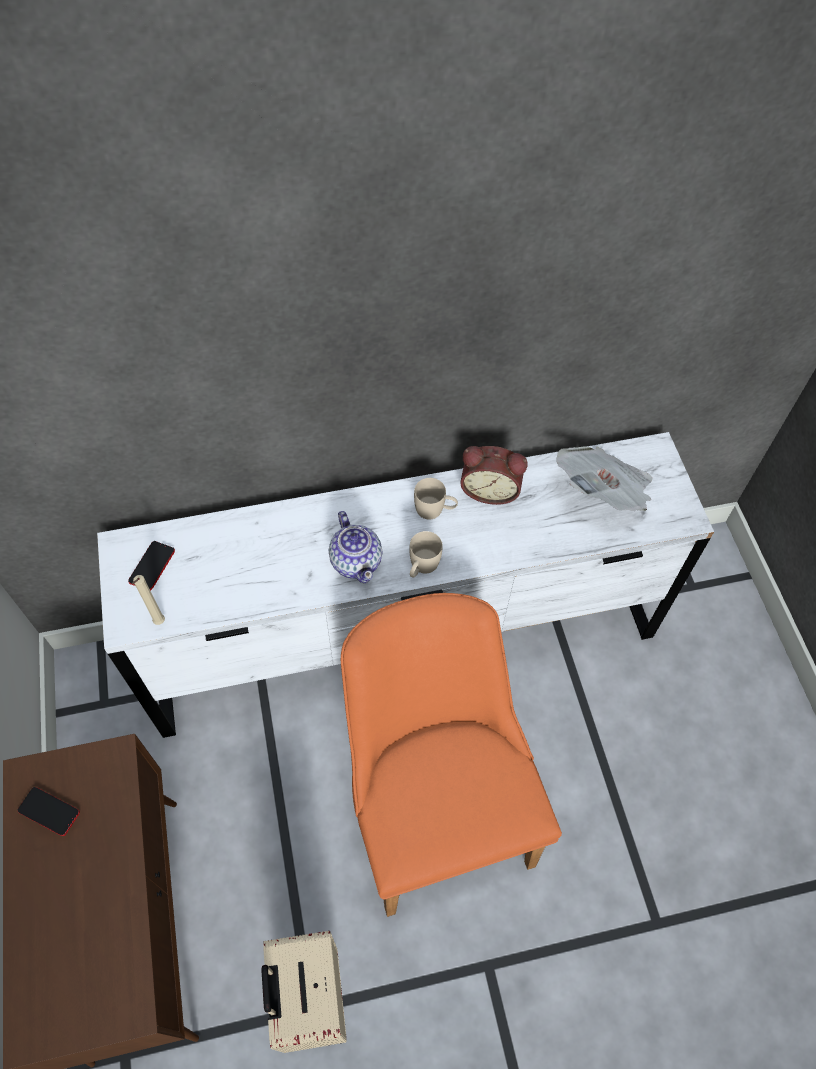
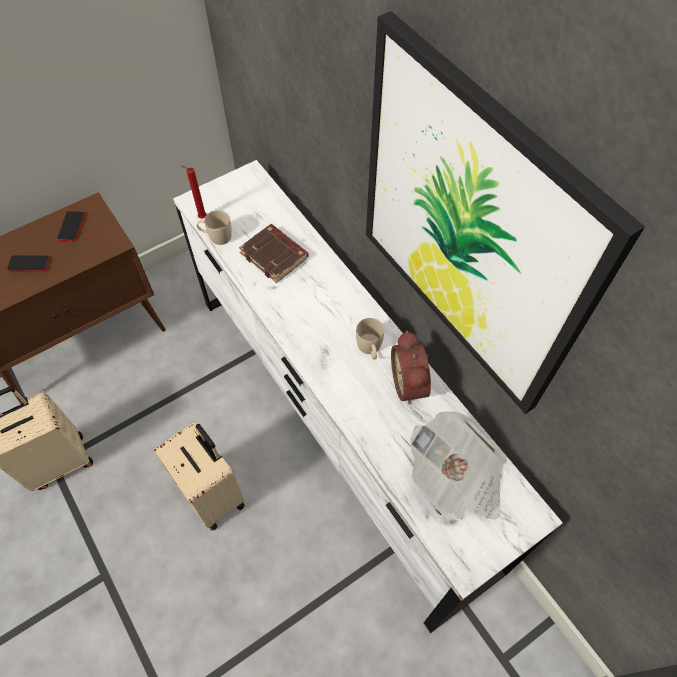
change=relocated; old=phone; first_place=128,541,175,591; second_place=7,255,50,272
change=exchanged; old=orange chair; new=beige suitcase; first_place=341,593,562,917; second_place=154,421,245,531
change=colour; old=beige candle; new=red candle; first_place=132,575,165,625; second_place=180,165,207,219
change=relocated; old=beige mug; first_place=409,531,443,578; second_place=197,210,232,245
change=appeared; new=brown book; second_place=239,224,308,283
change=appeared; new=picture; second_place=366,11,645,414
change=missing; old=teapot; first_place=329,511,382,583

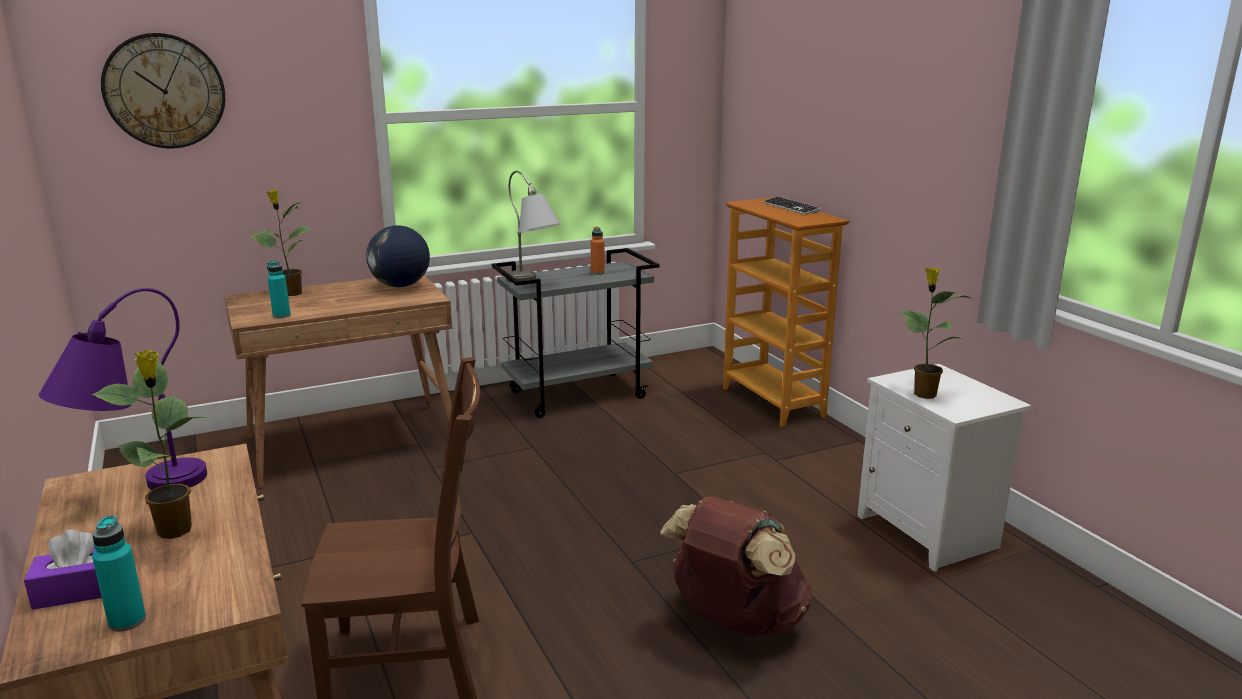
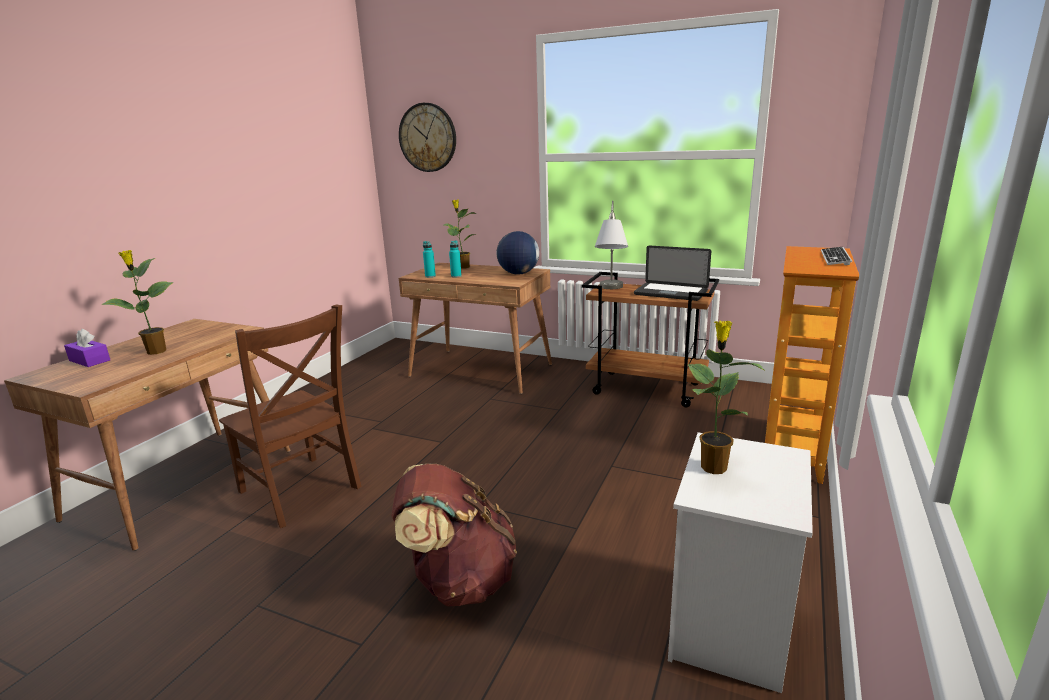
change=relocated; old=turquoise bottle; first_place=92,516,146,632; second_place=449,240,462,278
change=colour; old=grey cart; new=brown cart; first_place=492,248,660,418; second_place=582,272,719,408
change=exchanged; old=orange bottle; new=laptop; first_place=591,227,605,275; second_place=634,246,711,301
change=missing; old=purple table lamp; first_place=39,288,207,490

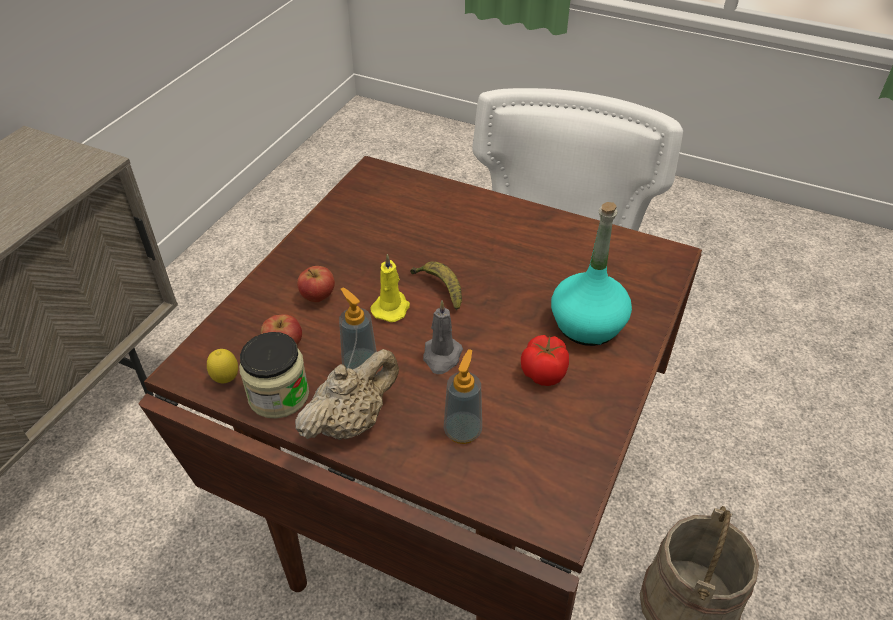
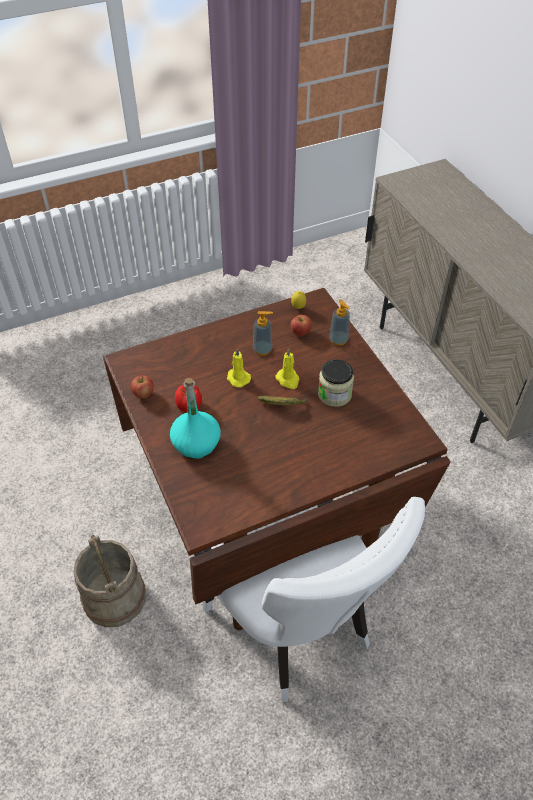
change=relocated; old=apple; first_place=297,266,335,303; second_place=131,375,154,399
change=colour; old=grey candle; new=yellow candle; first_place=423,300,463,374; second_place=227,348,251,387
change=relocated; old=jar; first_place=239,332,309,419; second_place=318,359,354,407
change=relocated; old=soap dispenser; first_place=444,349,482,444; second_place=329,300,350,346
change=missing; old=beige teapot; first_place=295,349,399,440

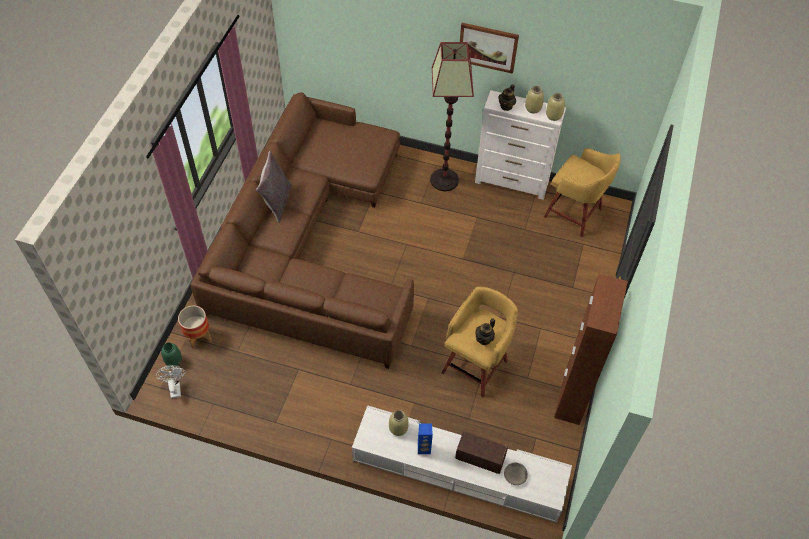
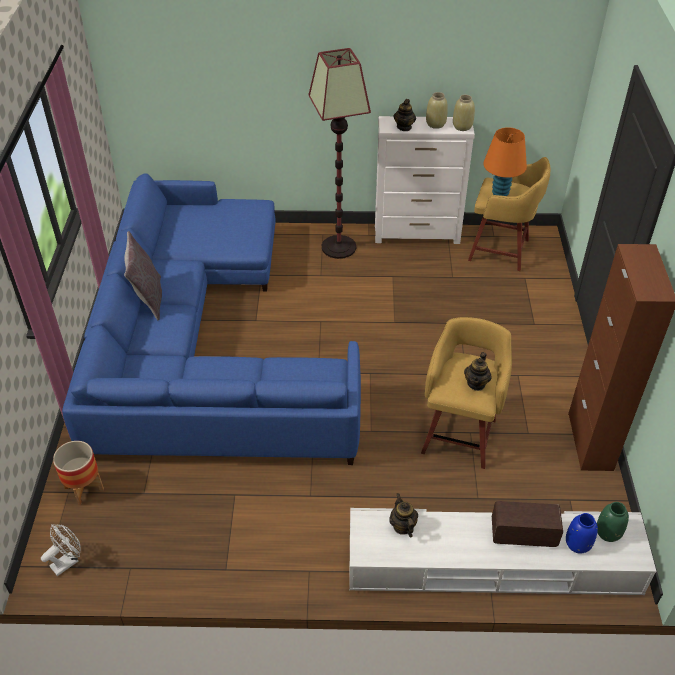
change=spun; old=white fan; first_place=155,365,186,399; second_place=41,524,81,576; degrees=75
change=colour; old=brown sofa; new=blue sofa; first_place=191,93,414,369; second_place=62,173,361,465
change=exchanged; old=beige vase; new=teapot; first_place=389,410,409,436; second_place=389,493,418,537
change=appeared; new=orange table lamp; second_place=483,127,527,196
change=exchanged; old=grey bowl; new=blue vase; first_place=504,462,528,485; second_place=566,513,598,554
change=relocated; old=green vase; first_place=161,343,182,367; second_place=597,502,629,542
change=missing; old=blue speaker; first_place=418,423,433,454
change=missing; old=picture; first_place=460,23,519,74

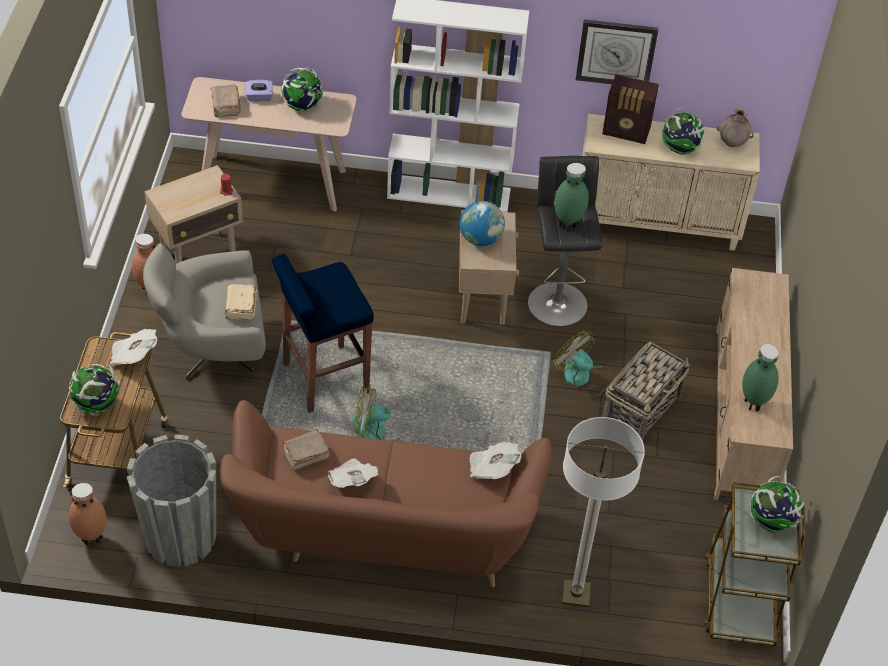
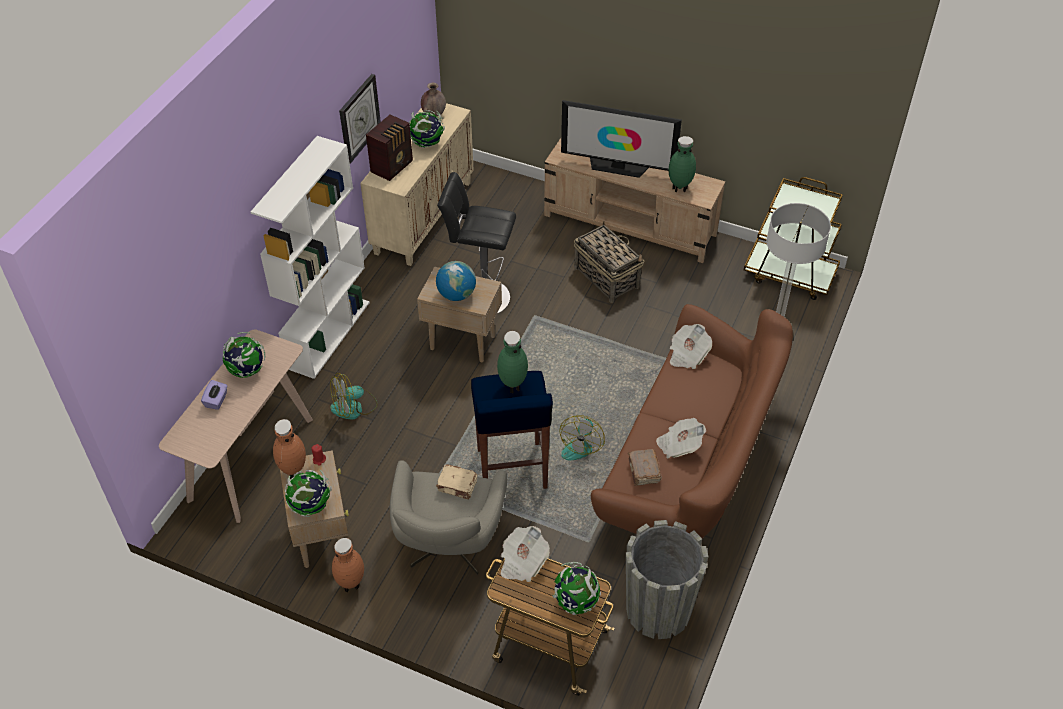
change=relocated; old=brown vase; first_place=69,483,107,545; second_place=273,419,306,479
change=relocated; old=globe; first_place=750,476,804,532; second_place=285,470,332,517
change=relocated; old=fan; first_place=553,331,611,397; second_place=330,373,378,420
change=relocated; old=green vase; first_place=554,163,589,230; second_place=497,331,528,393
change=appeared; new=television; second_place=561,100,682,178
change=missing; old=brown book; first_place=210,85,241,117

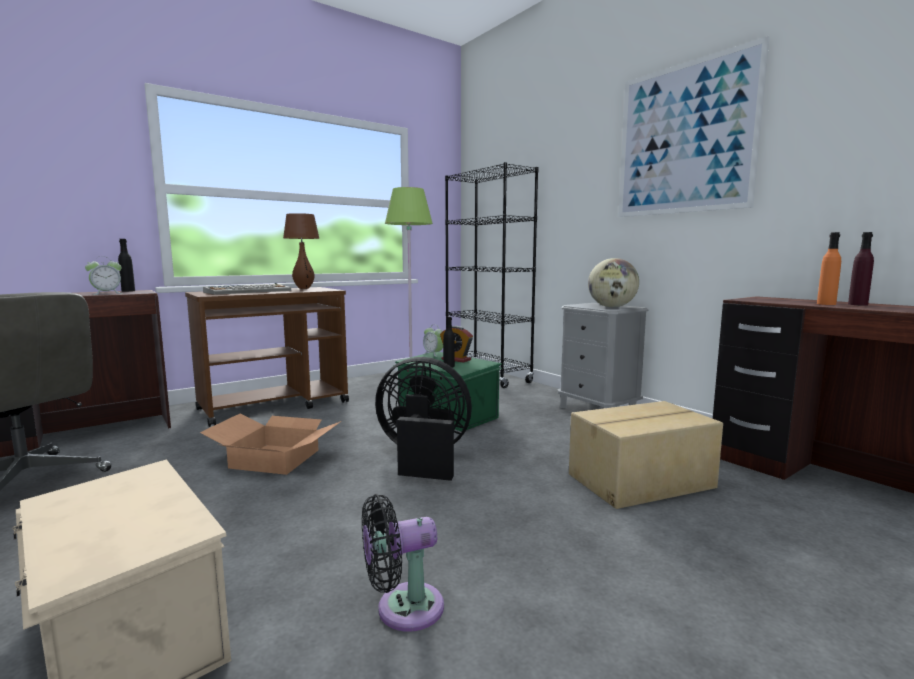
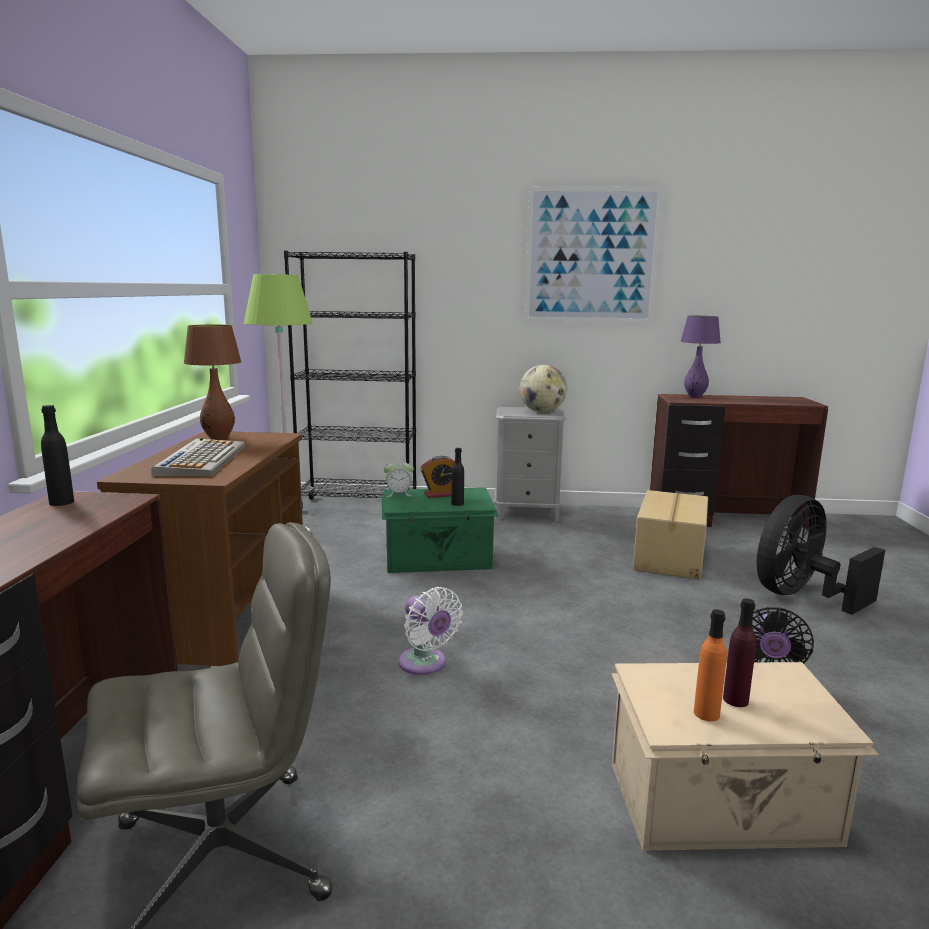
change=exchanged; old=cardboard box; new=white fan; first_place=200,413,341,475; second_place=399,587,463,675
change=appeared; new=purple table lamp; second_place=680,316,721,397
change=relocated; old=orange bottle; first_place=817,232,841,305; second_place=694,609,727,722
change=relocated; old=purple bottle; first_place=848,232,874,306; second_place=723,598,756,707
change=relocated; old=black fan; first_place=375,357,472,481; second_place=757,495,885,615
change=missing; old=alarm clock; first_place=85,257,123,295

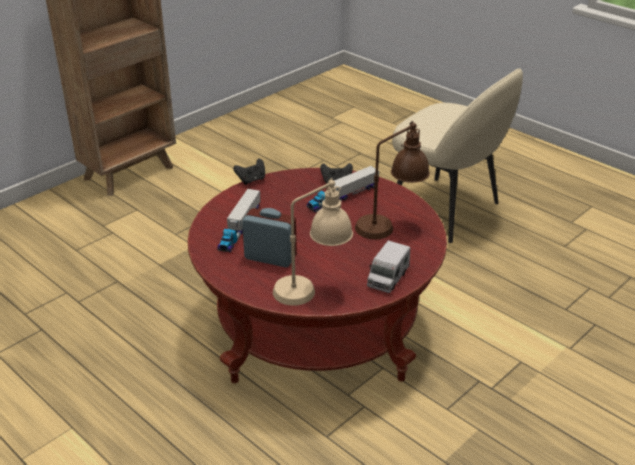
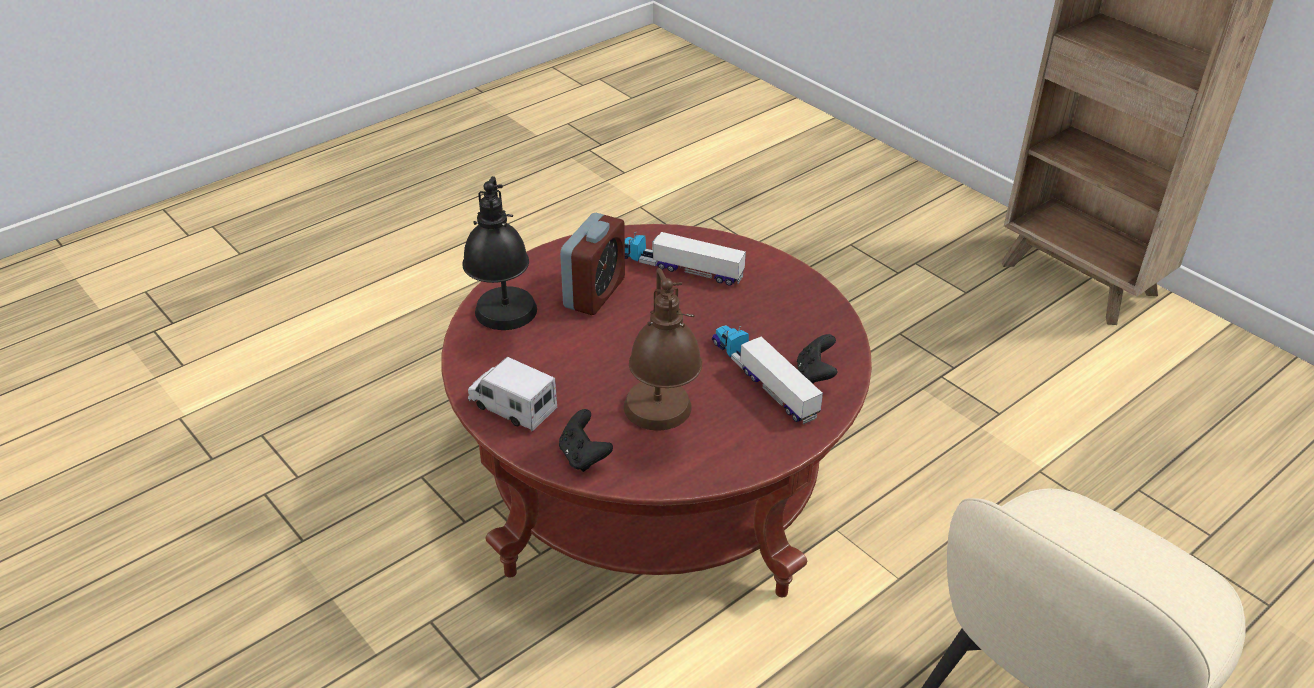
change=colour; old=beige table lamp; new=black table lamp; first_place=273,178,353,306; second_place=462,176,537,330
change=relocated; old=black game controller; first_place=233,159,265,185; second_place=559,409,613,472

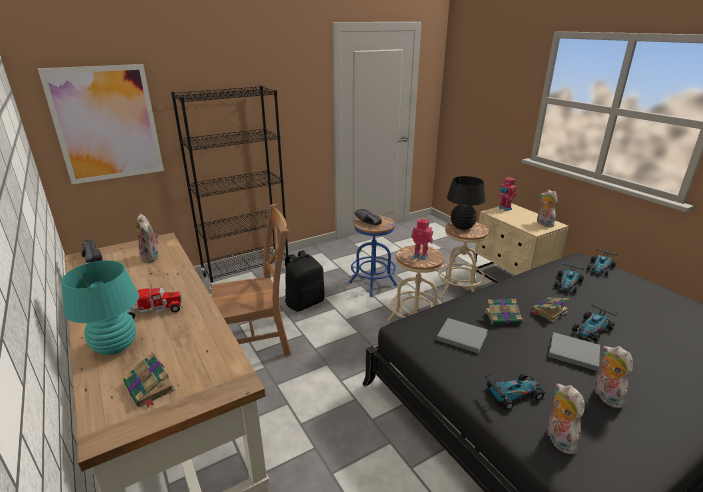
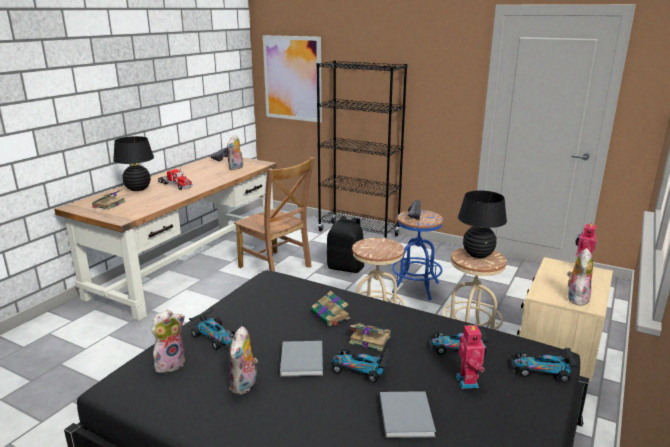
change=colour; old=turquoise table lamp; new=black table lamp; first_place=61,260,139,355; second_place=113,136,154,191
change=spun; old=plush toy; first_place=595,346,633,408; second_place=229,326,258,395; degrees=150
change=relocated; old=grey book; first_place=437,318,488,353; second_place=380,391,436,438
change=relocated; old=toy robot; first_place=411,218,433,260; second_place=456,323,487,389

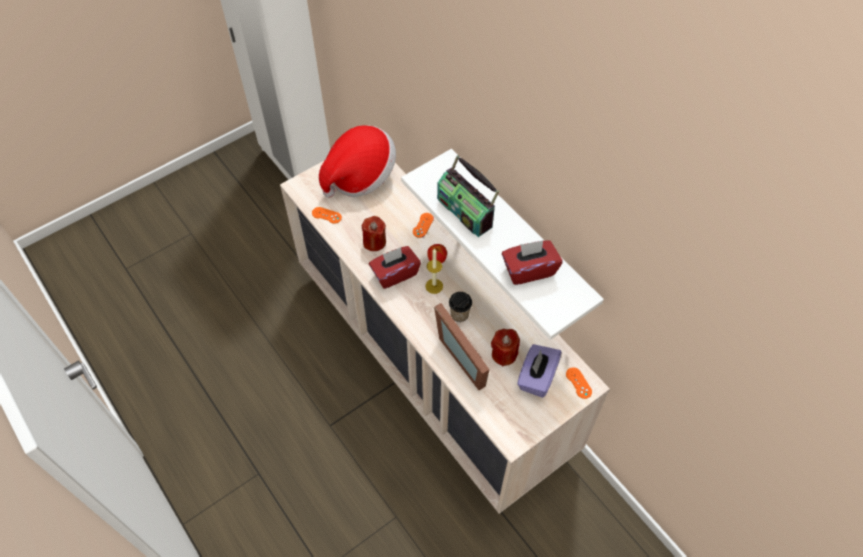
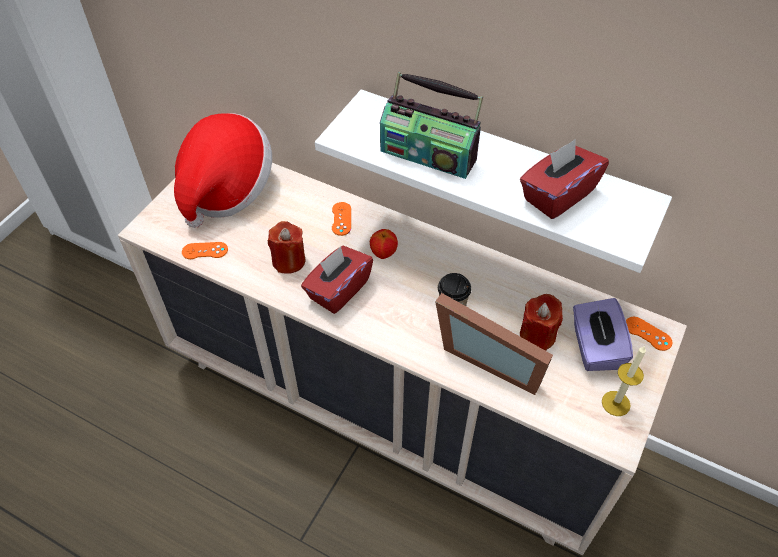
change=relocated; old=candle; first_place=426,248,443,294; second_place=602,346,646,416

